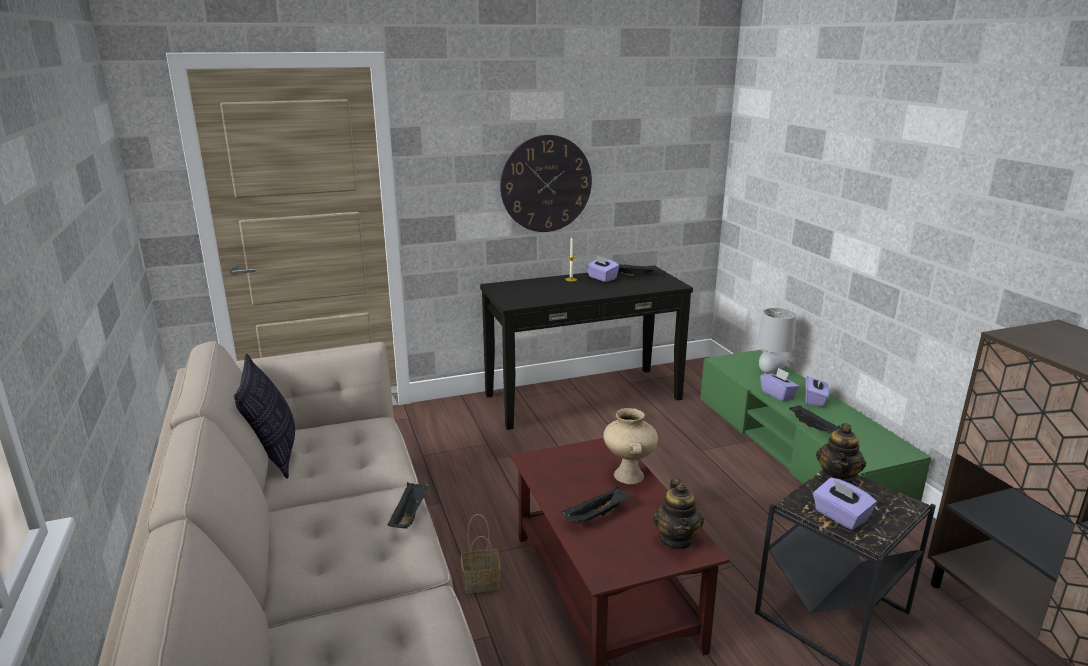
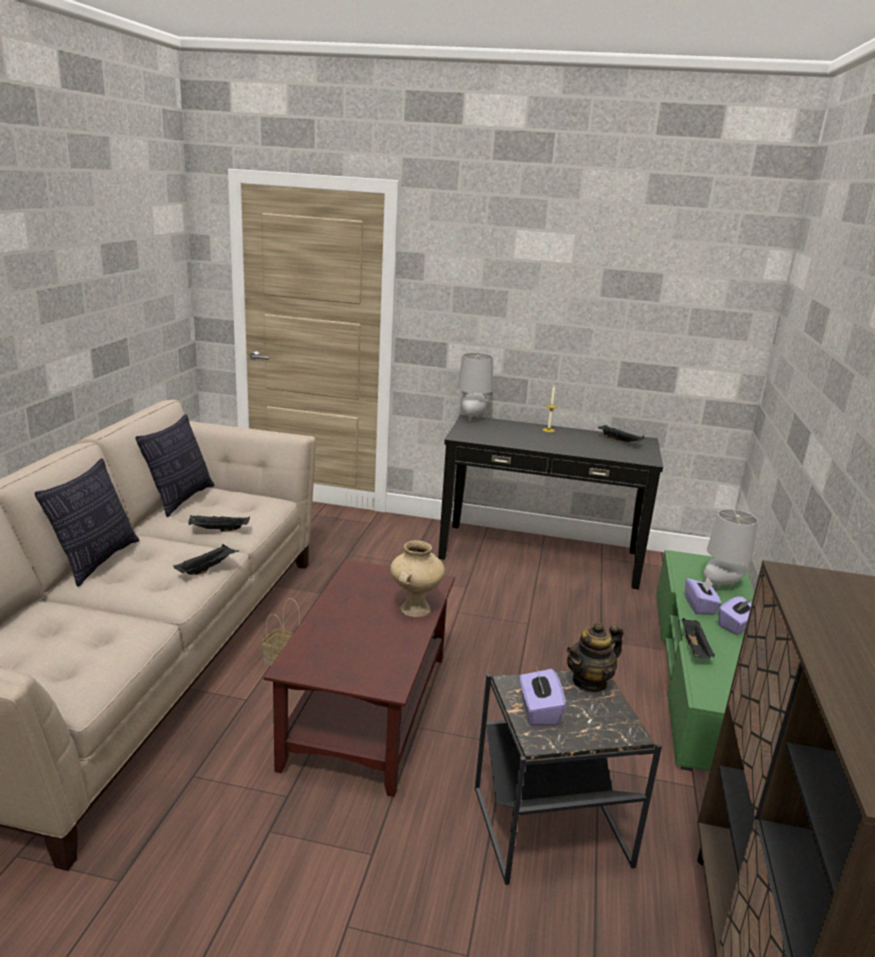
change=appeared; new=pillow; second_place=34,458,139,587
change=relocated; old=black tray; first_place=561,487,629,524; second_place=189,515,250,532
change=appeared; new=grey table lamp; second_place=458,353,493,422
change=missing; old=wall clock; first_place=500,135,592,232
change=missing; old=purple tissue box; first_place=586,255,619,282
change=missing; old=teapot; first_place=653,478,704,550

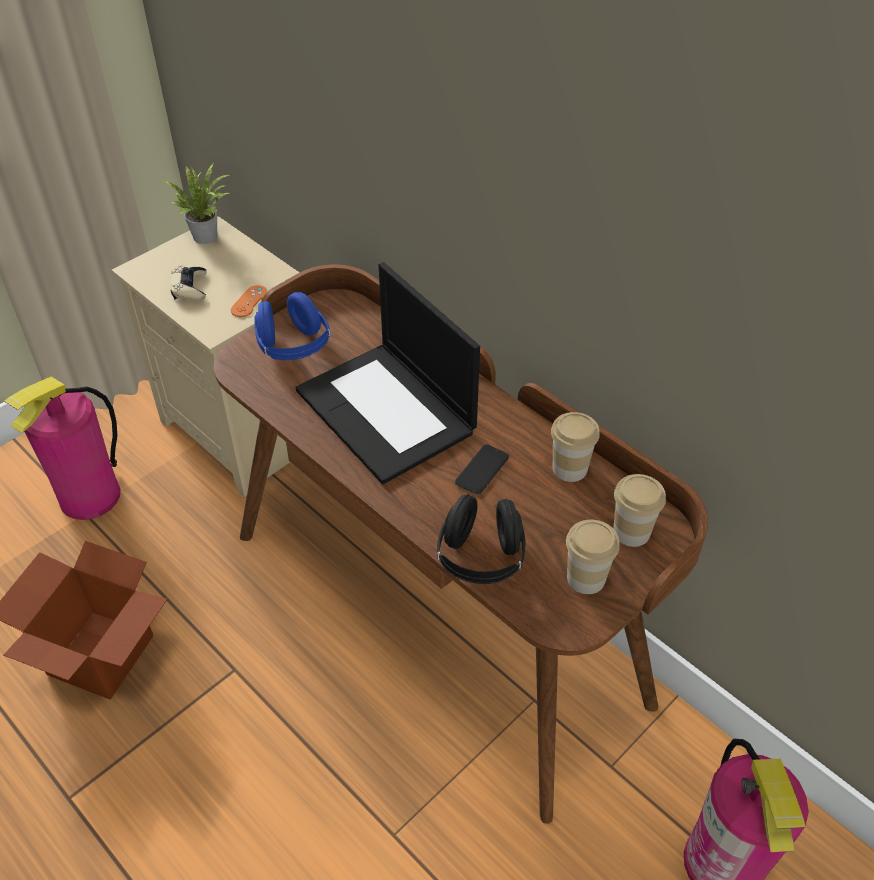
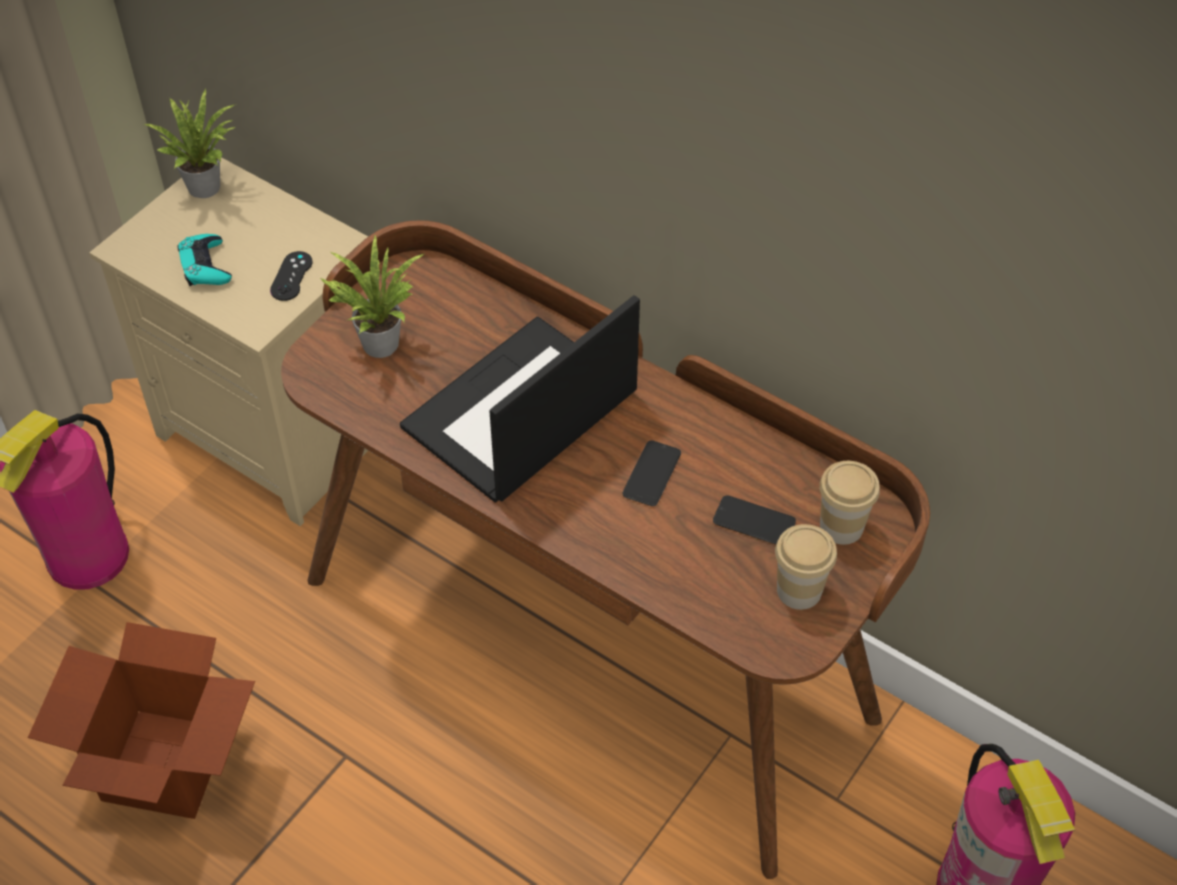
change=colour; old=beige game controller; new=turquoise game controller; first_place=170,265,207,301; second_place=177,234,232,286
change=colour; old=orange game controller; new=black game controller; first_place=231,285,268,317; second_place=270,251,313,301
change=exchanged; old=blue headphones; new=potted plant; first_place=254,292,330,360; second_place=320,234,424,358
change=spun; old=laptop; first_place=296,262,480,484; second_place=400,295,640,503; degrees=90
change=appeared; new=phone; second_place=713,495,796,544
change=missing; old=black headphones; first_place=437,495,525,584
change=missing; old=cup; first_place=551,412,600,482

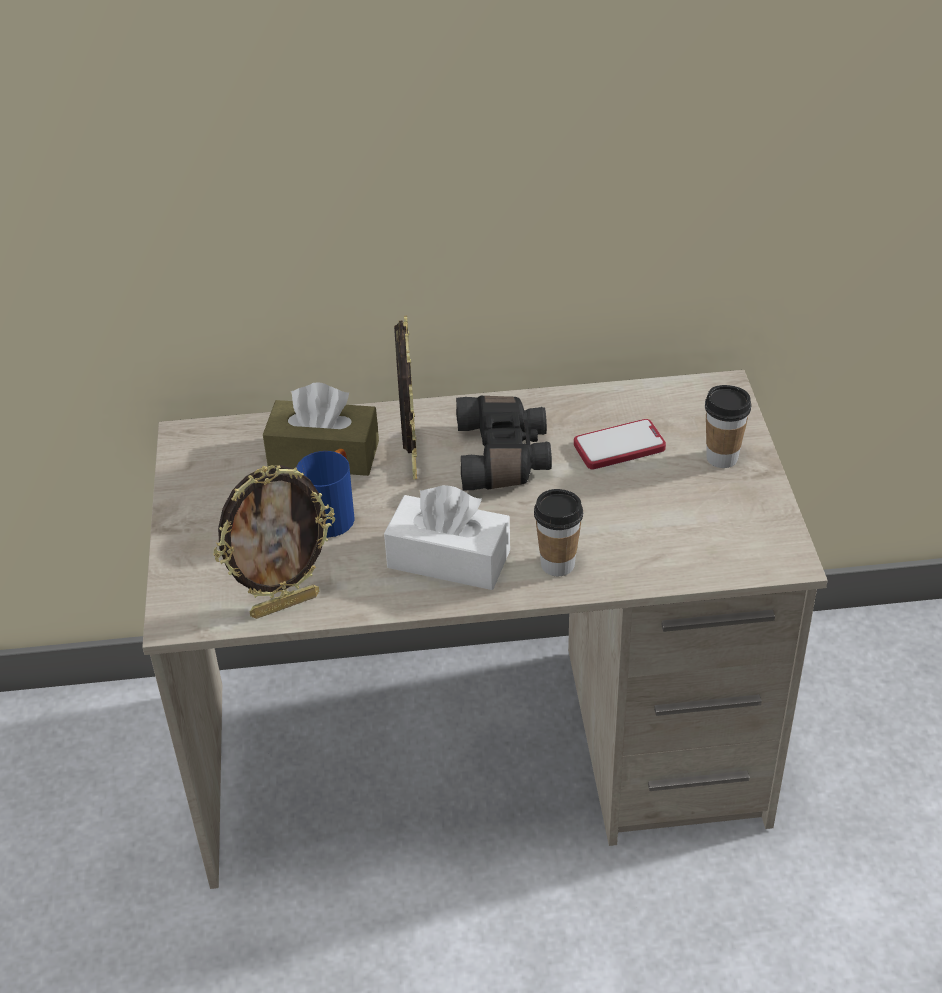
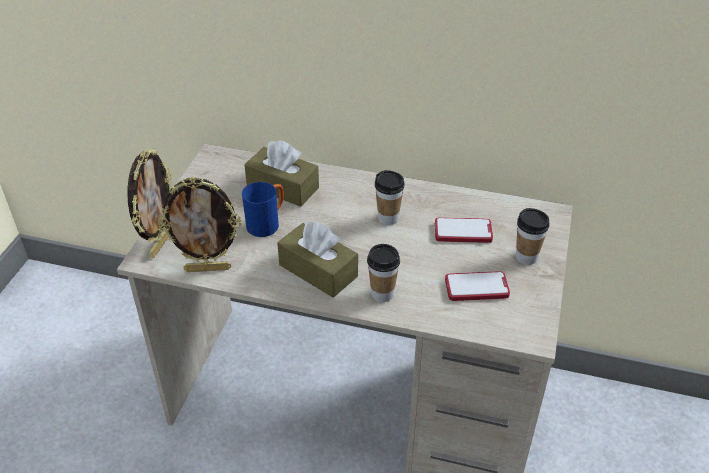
change=relocated; old=picture frame; first_place=394,316,417,479; second_place=127,148,172,258
change=colour; old=white tissue box; new=brown tissue box; first_place=384,485,510,590; second_place=277,222,358,298
change=exchanged; old=black binoculars; new=cup; first_place=456,396,552,490; second_place=375,170,405,225
change=appeared; new=phone; second_place=445,271,510,301

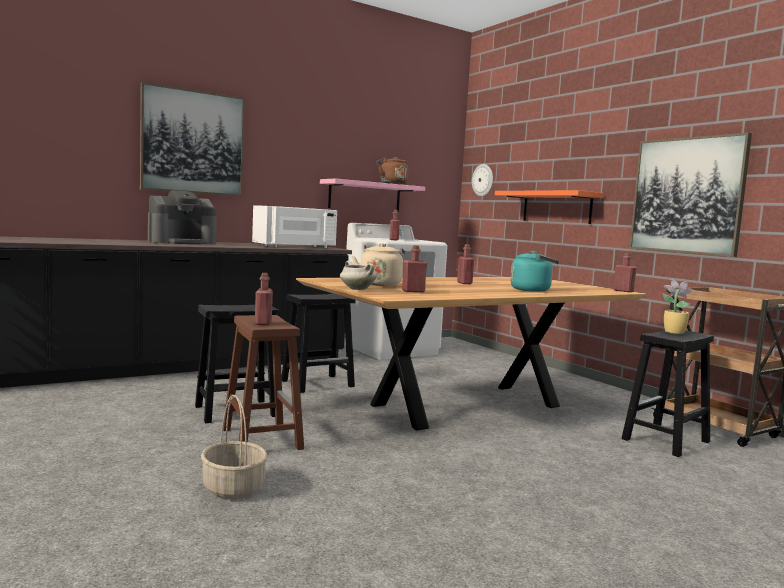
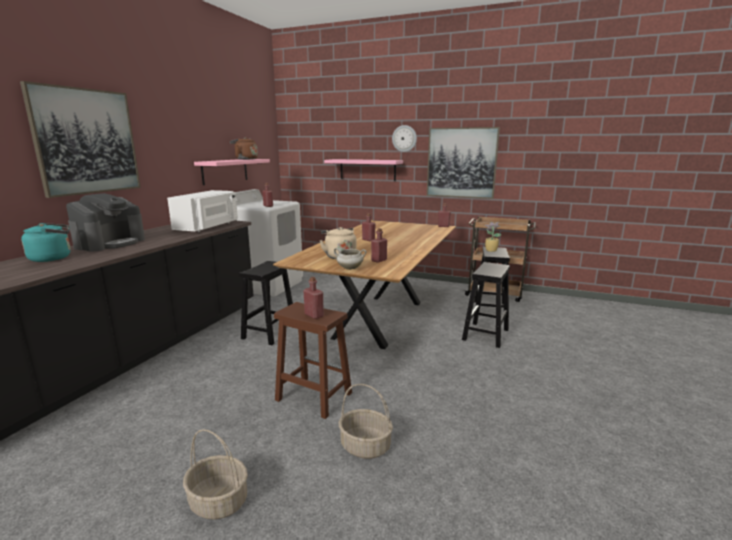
change=relocated; old=turquoise kettle; first_place=510,251,559,292; second_place=21,223,71,262
change=appeared; new=basket; second_place=183,429,248,520
change=colour; old=orange shelf; new=pink shelf; first_place=495,190,603,224; second_place=324,159,403,181
change=relocated; old=wall clock; first_place=472,164,493,196; second_place=392,125,417,152
change=relocated; old=black stool; first_place=195,305,279,423; second_place=462,262,510,348

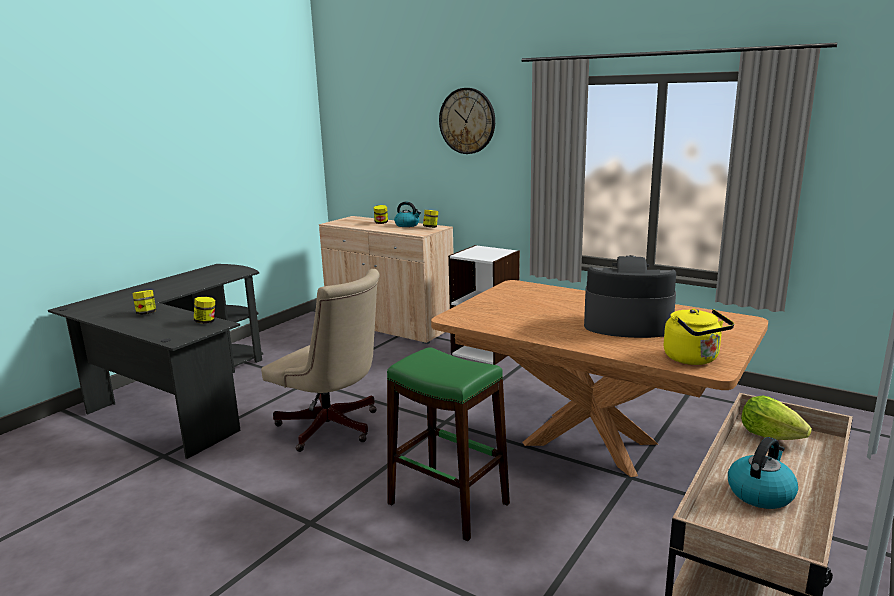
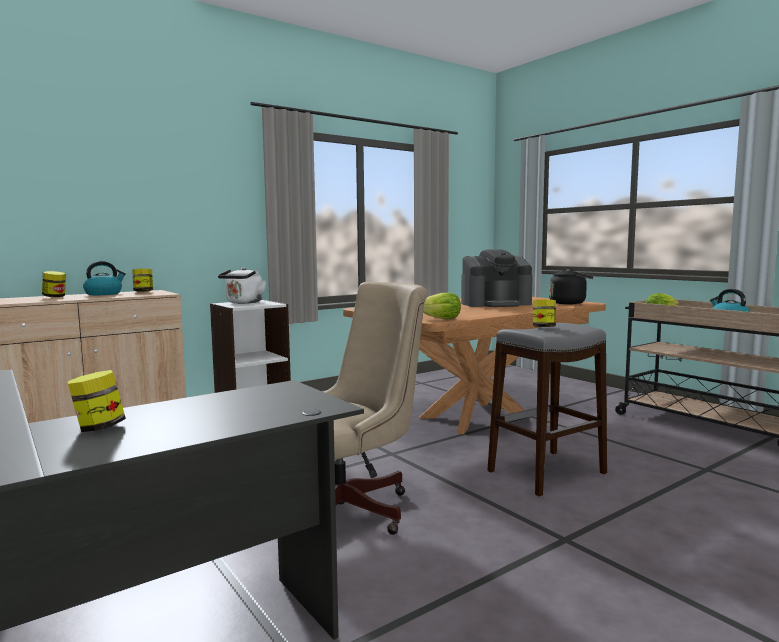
change=appeared; new=white kettle; second_place=218,267,267,304
change=appeared; new=lettuce; second_place=423,292,461,319
change=spun; old=coffee machine; first_place=584,255,676,338; second_place=461,249,533,307; degrees=-135
change=colour; old=green stool; new=grey stool; first_place=387,347,510,541; second_place=487,323,607,496
change=relocated; old=jar; first_place=194,297,215,324; second_place=533,299,556,327
change=colour; old=yellow kettle; new=black kettle; first_place=664,309,734,365; second_place=549,269,593,304
change=missing; old=wall clock; first_place=439,88,495,154

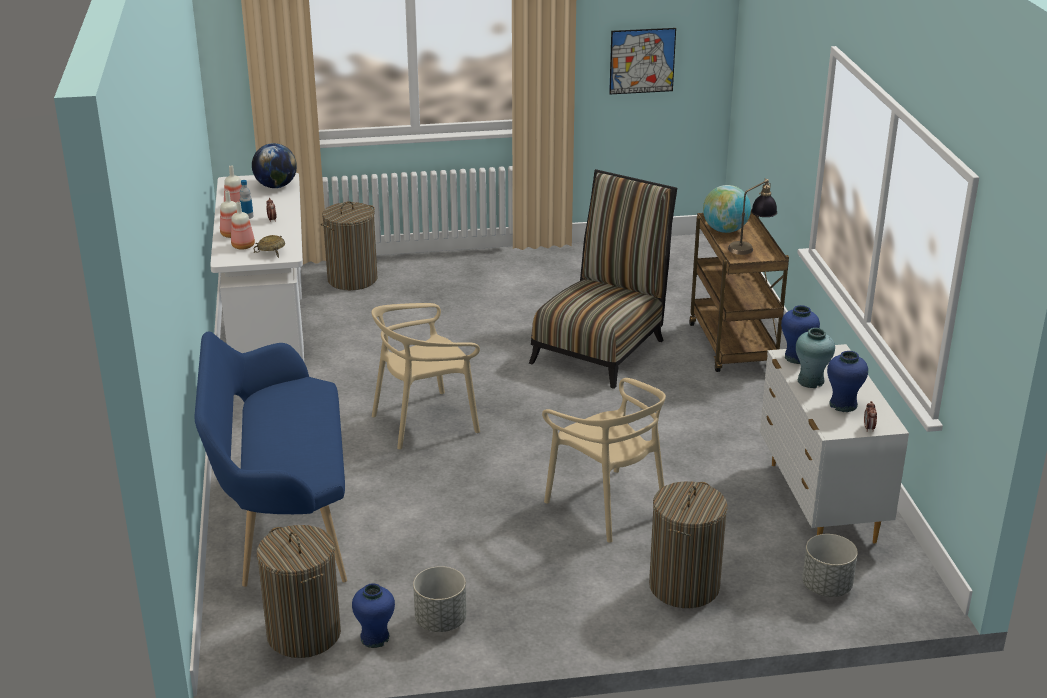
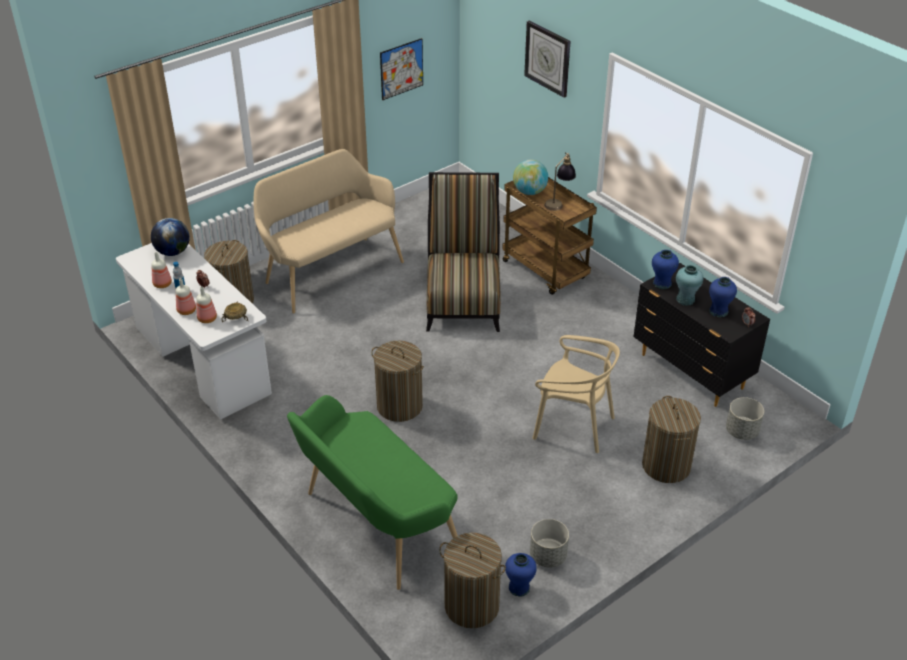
change=appeared; new=beige bench; second_place=254,149,404,314
change=colour; old=blue bench; new=green bench; first_place=195,332,347,587; second_place=287,395,458,590
change=exchanged; old=beige chair; new=laundry basket; first_place=371,303,480,449; second_place=371,340,424,422
change=appeared; new=wall clock; second_place=524,20,570,98
change=colour; old=white dresser; new=black dresser; first_place=760,344,909,543; second_place=633,263,770,407

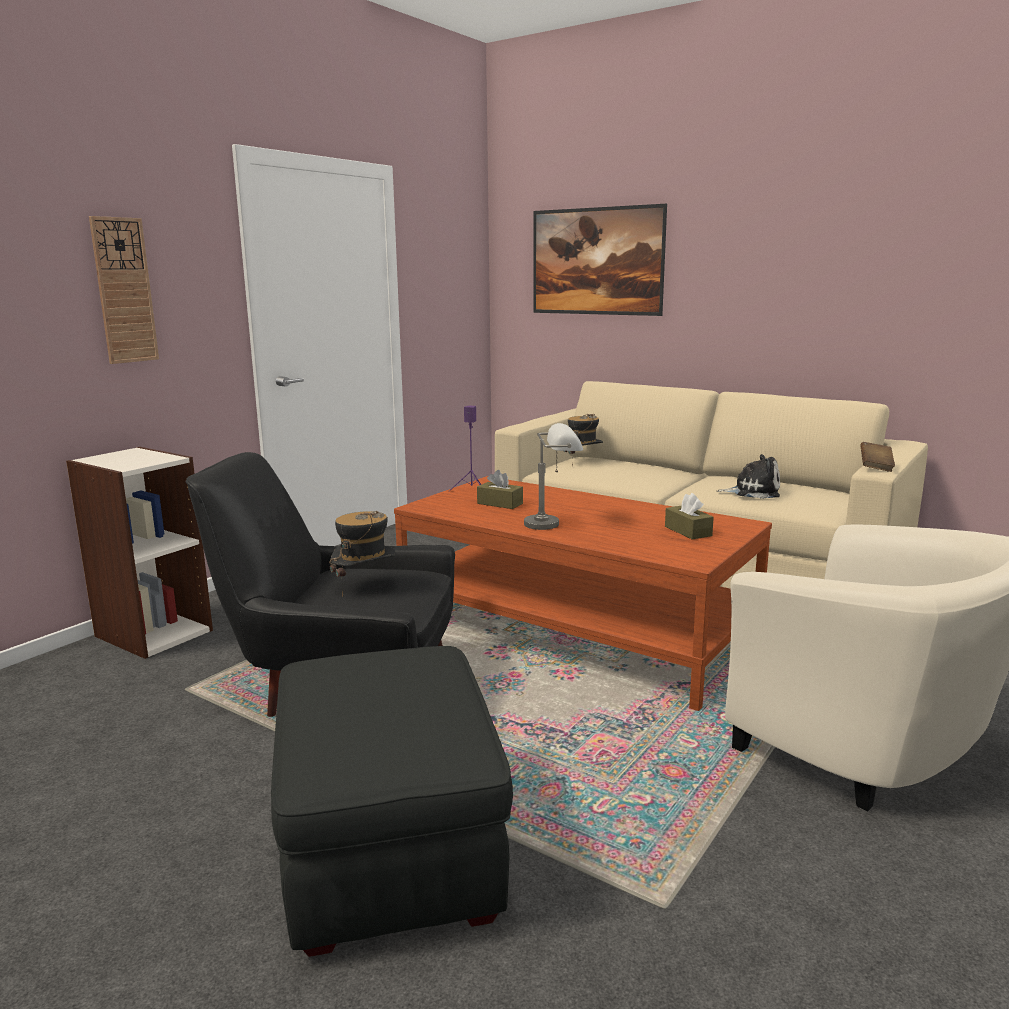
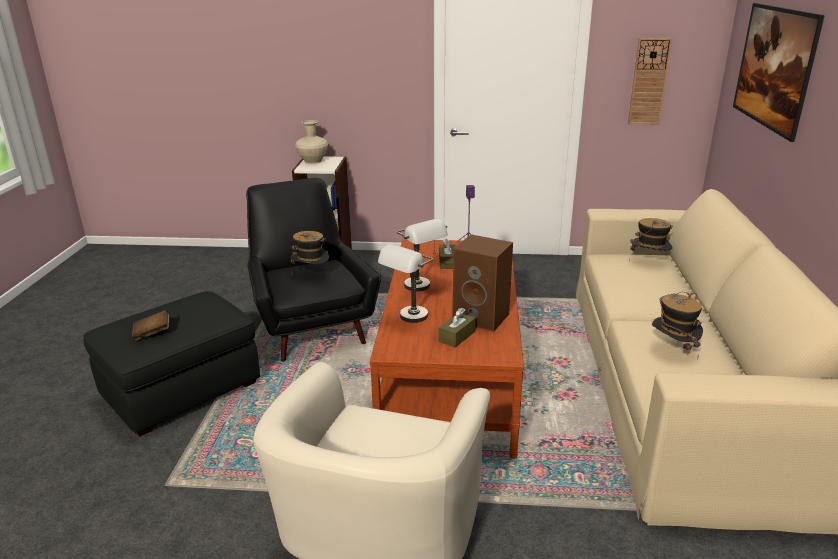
change=relocated; old=brown book; first_place=860,442,895,472; second_place=132,310,169,341
change=appeared; new=beige vase; second_place=295,120,328,164
change=appeared; new=grey table lamp; second_place=378,244,433,323
change=appeared; new=brown speaker; second_place=453,234,513,332
change=relocated; old=wall clock; first_place=89,216,159,364; second_place=628,38,672,125
change=exchanged; old=plush toy; new=hat; first_place=717,454,780,499; second_place=652,292,703,359

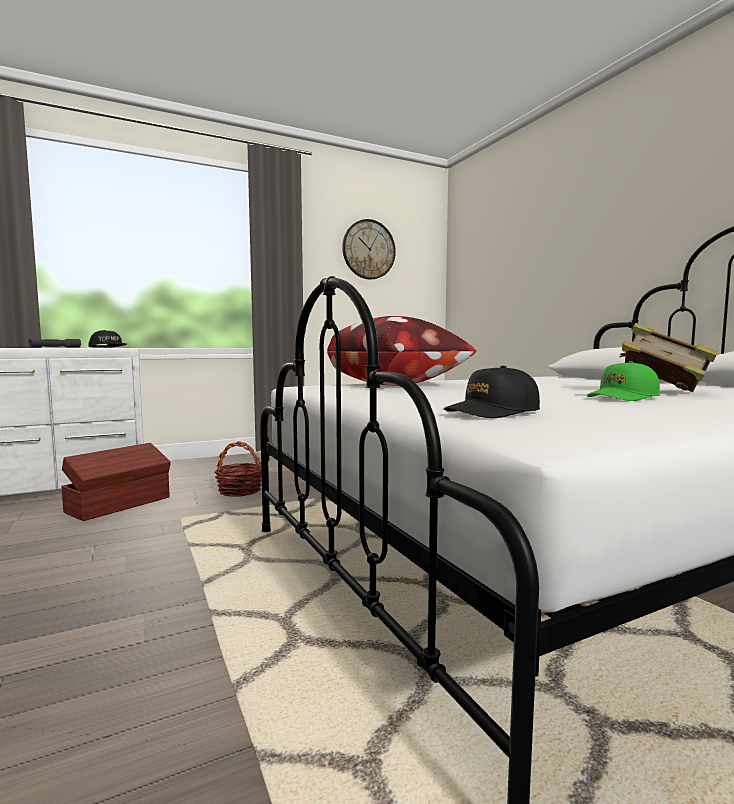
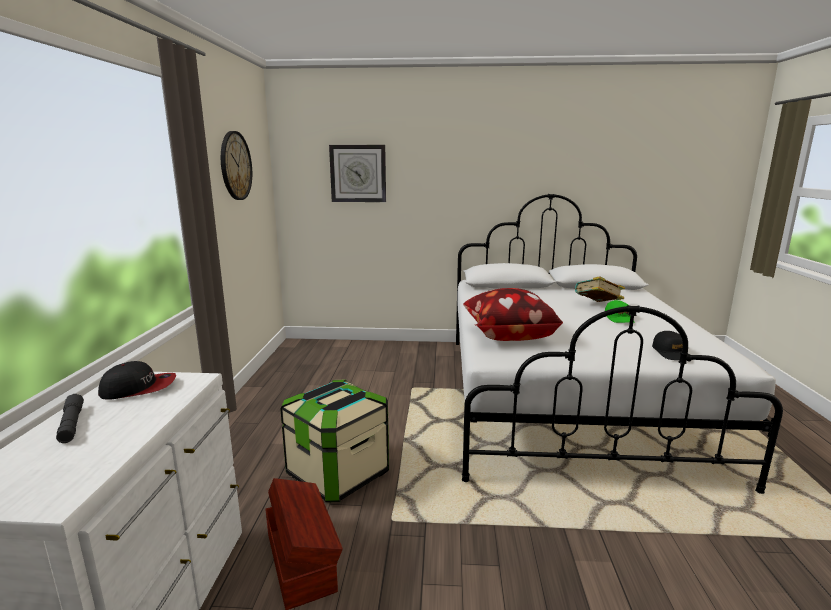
change=exchanged; old=basket; new=storage box; first_place=214,441,262,497; second_place=280,380,389,502
change=appeared; new=wall clock; second_place=329,145,386,202

